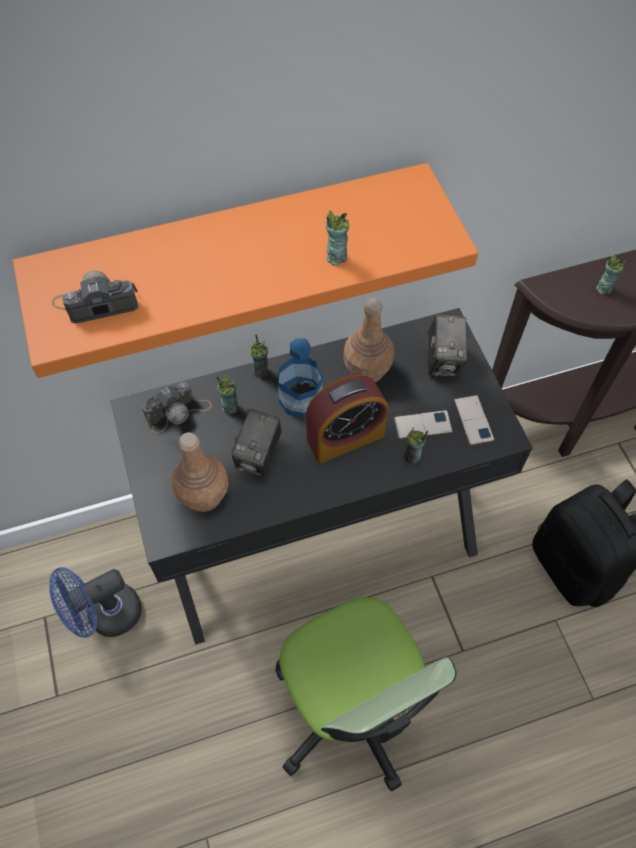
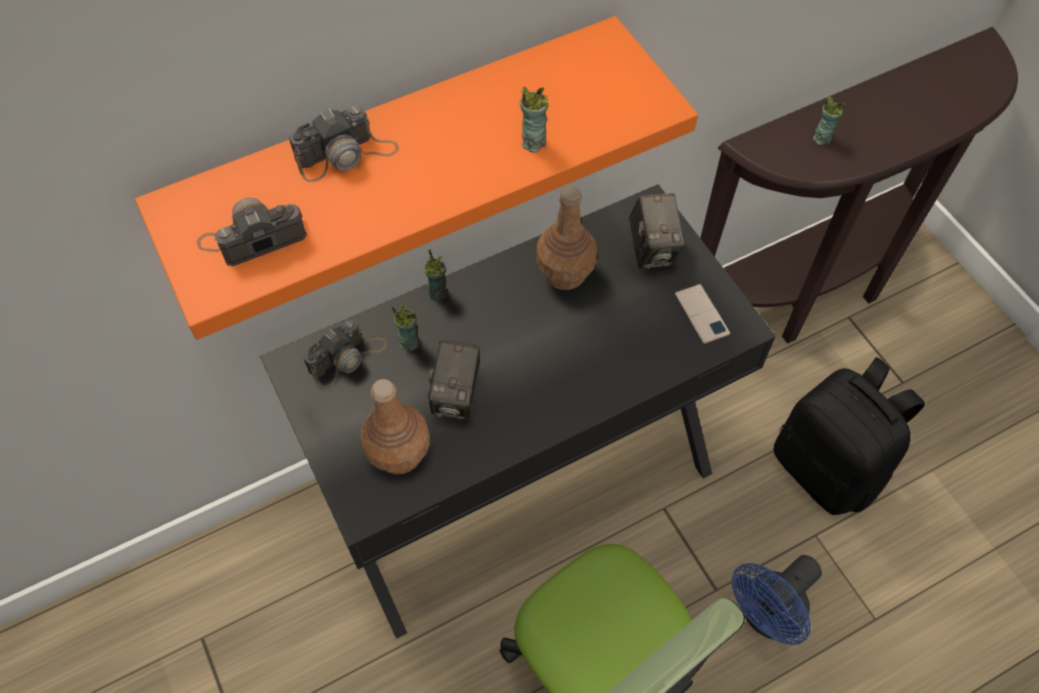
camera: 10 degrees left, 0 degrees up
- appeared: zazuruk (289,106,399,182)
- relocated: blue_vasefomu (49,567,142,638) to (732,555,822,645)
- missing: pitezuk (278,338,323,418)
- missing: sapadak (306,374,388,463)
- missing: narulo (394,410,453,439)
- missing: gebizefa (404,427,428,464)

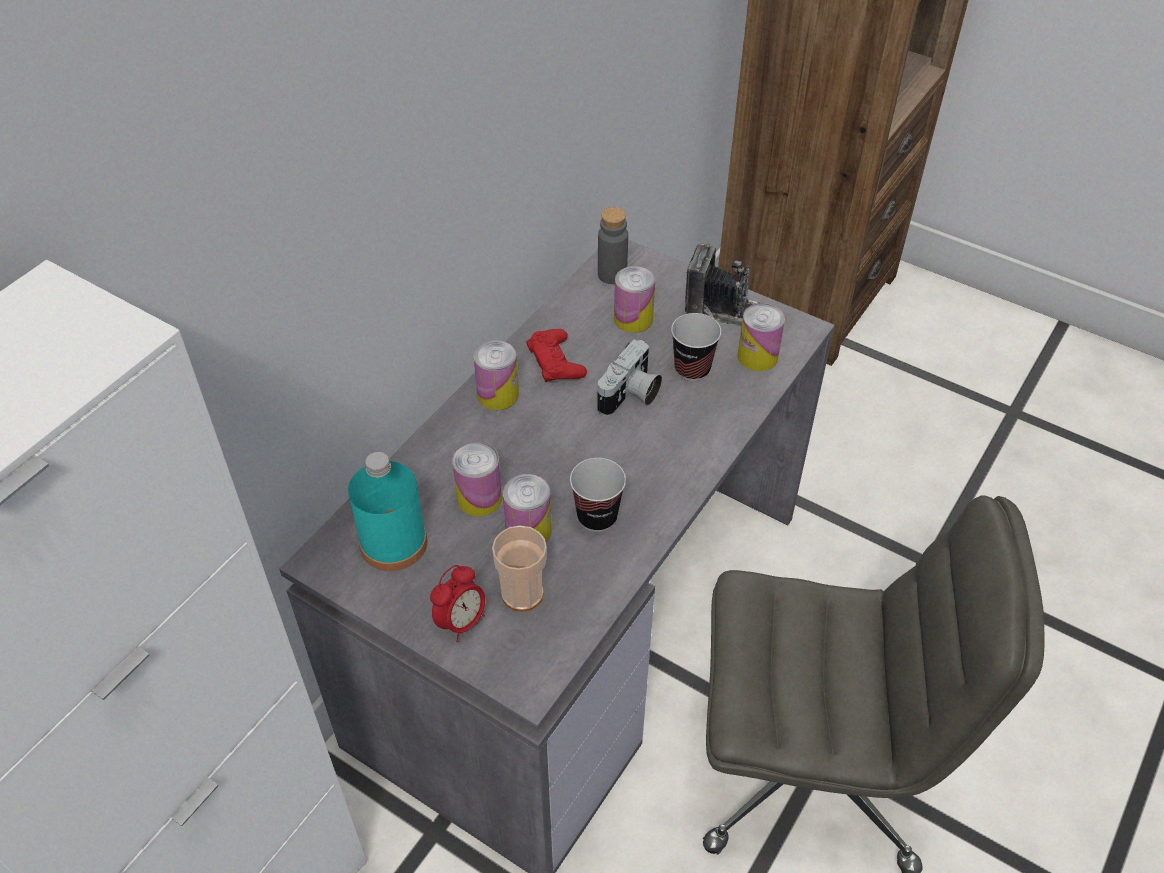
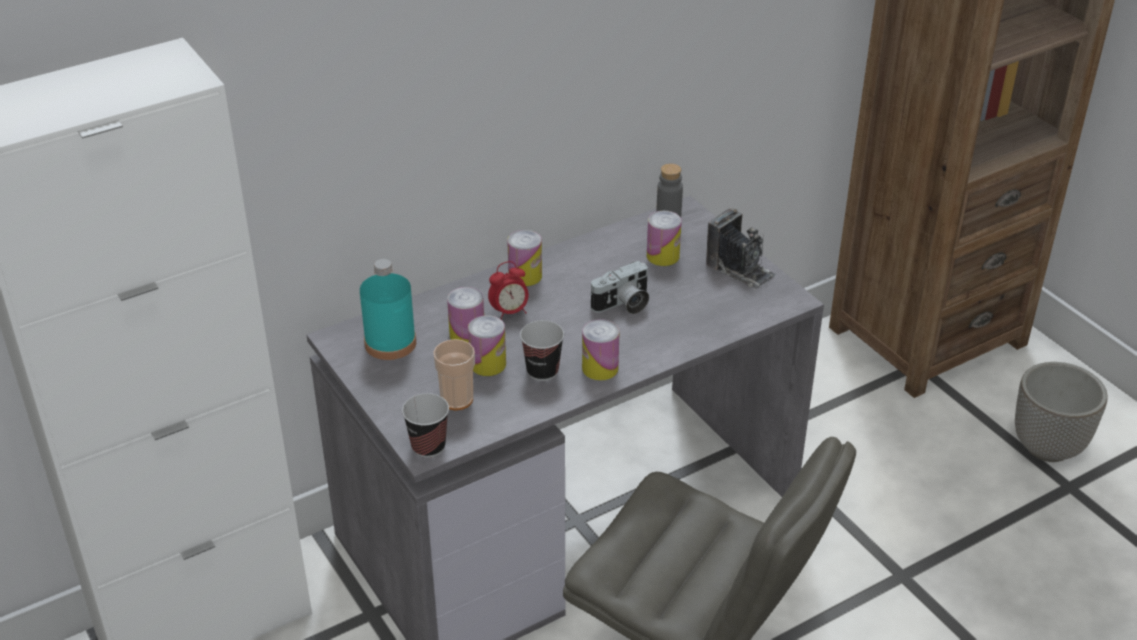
camera: 25 degrees right, 10 degrees down
- relocated: gebizefa (671,313,721,381) to (402,393,449,458)
- relocated: sapadak (430,565,485,642) to (488,261,529,319)
- relocated: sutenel (738,303,785,371) to (582,319,620,381)
- appeared: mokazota (1015,362,1108,462)
- missing: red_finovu (526,329,587,382)

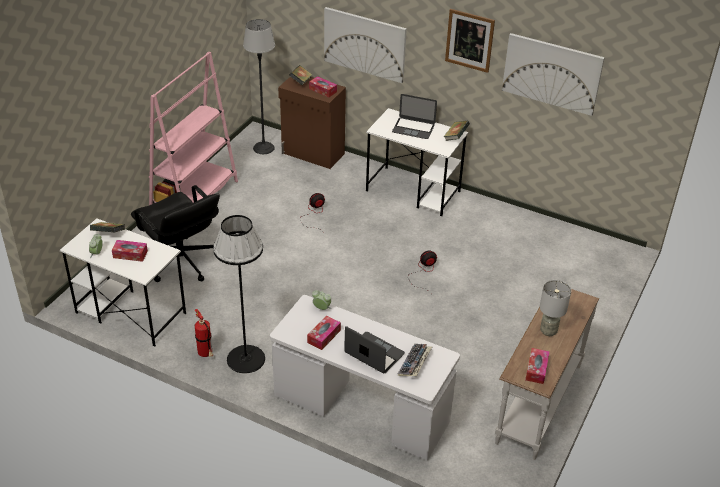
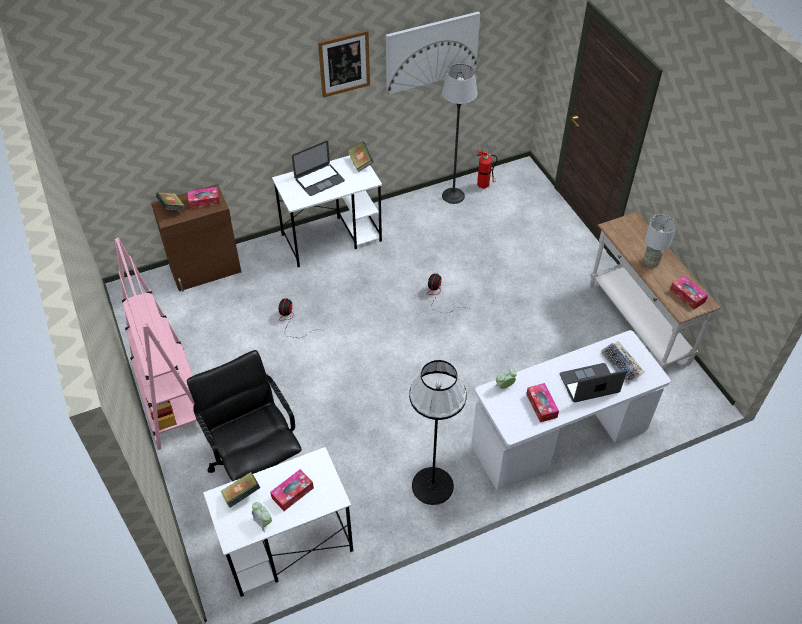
camera: 50 degrees left, 10 degrees up
- spun: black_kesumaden (131,185,220,282) = (187,350,302,482) 120 degrees counterclockwise
- relocated: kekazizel (243,19,275,154) to (442,64,477,204)
- relocated: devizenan (195,309,213,357) to (477,149,498,189)
- missing: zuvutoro (324,7,407,83)

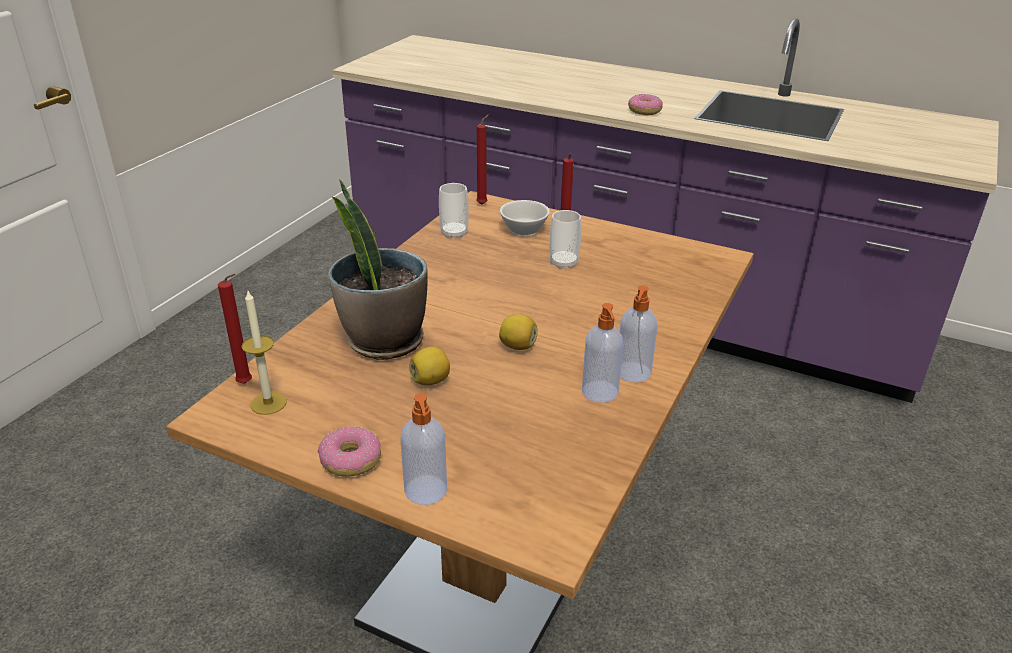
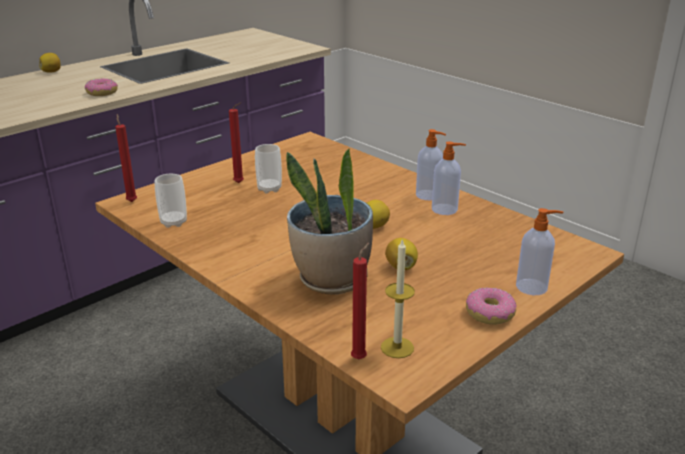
camera: 70 degrees left, 5 degrees down
- appeared: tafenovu (39,53,61,73)
- missing: white_gebizefa (500,200,550,237)

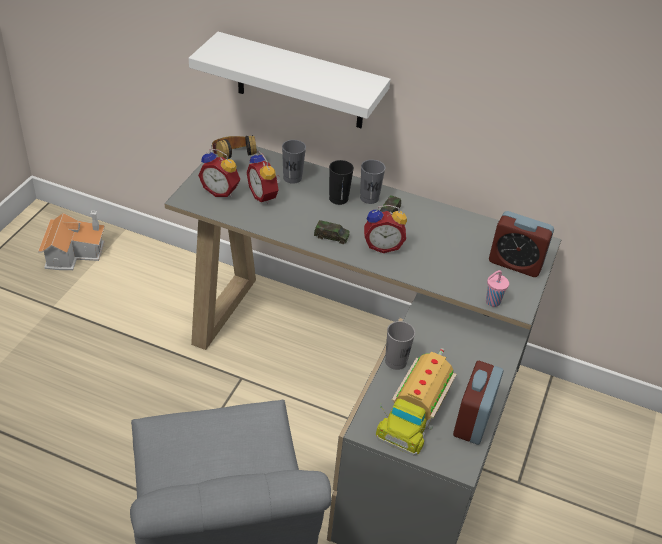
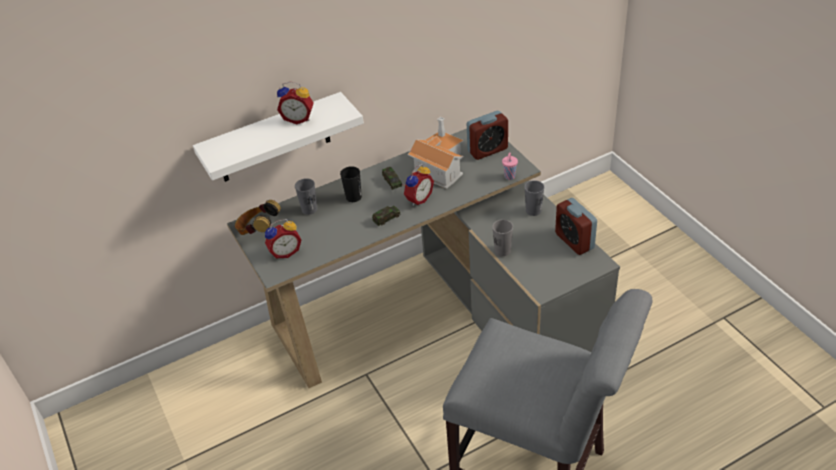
camera: 45 degrees left, 0 degrees up
- relocated: sapadak (246,151,281,204) to (277,82,314,124)
- relocated: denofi (38,211,105,270) to (408,117,464,189)
- relocated: grey_gebizefa (360,160,385,204) to (524,180,544,216)
- missing: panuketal (376,348,457,456)

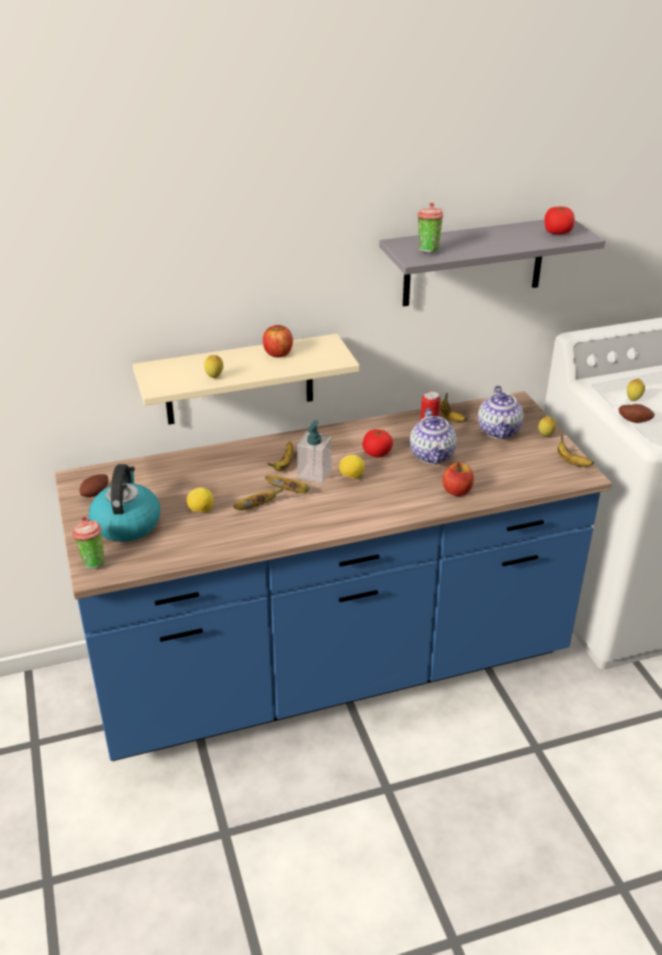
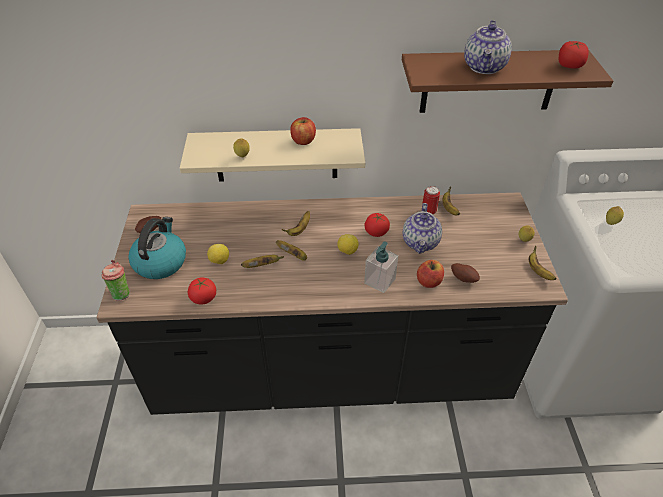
camera: 15 degrees right, 10 degrees up
- colour: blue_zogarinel (55,391,612,761) to black_zogarinel (96,192,568,415)
- appeared: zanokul (188,277,216,305)
- relocated: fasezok (297,420,332,483) to (364,242,398,293)
- colour: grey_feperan (379,220,605,306) to brown_feperan (402,50,613,113)
- relocated: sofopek (618,404,655,423) to (451,263,480,283)
- relocated: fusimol (478,386,524,439) to (464,20,512,74)
- missing: gebizefa (417,202,443,253)

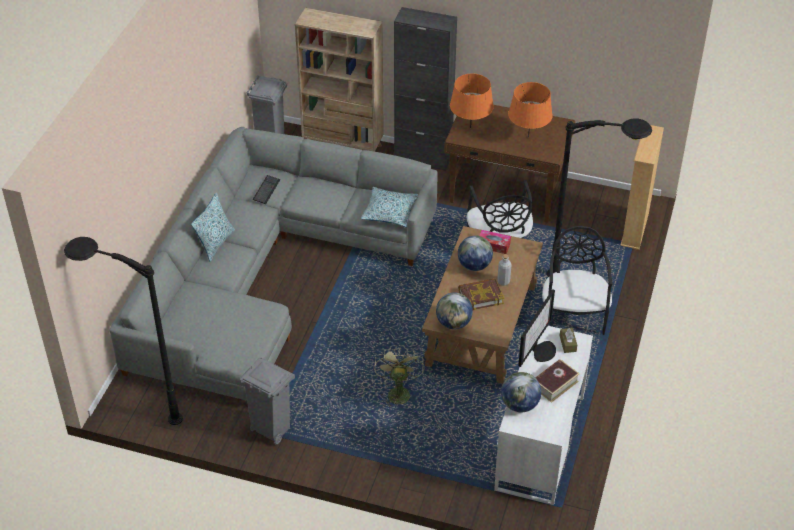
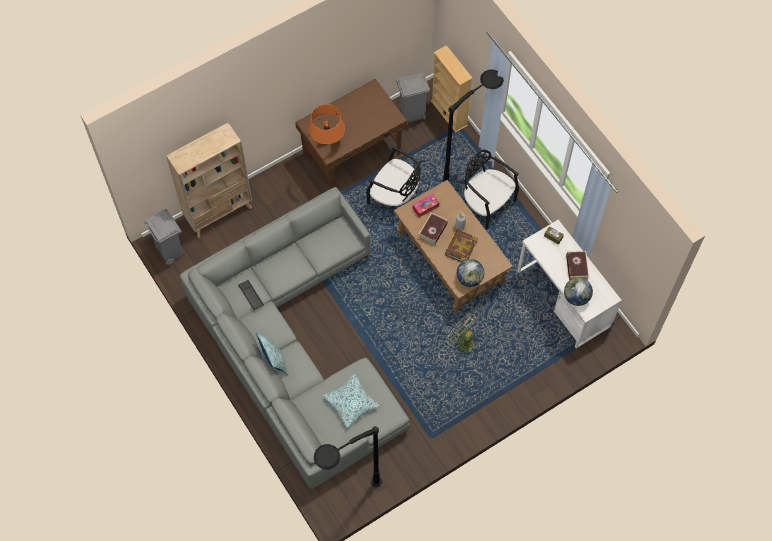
camera: 50 degrees left, 20 degrees up
- relocated: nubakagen (361,187,418,227) to (322,374,380,427)
- relocated: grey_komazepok (240,358,295,445) to (396,72,430,123)
- exchanged: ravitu (458,236,493,271) to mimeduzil (419,213,448,246)
- missing: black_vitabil (394,7,457,171)
- missing: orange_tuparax (508,82,553,138)
- missing: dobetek (518,289,556,367)

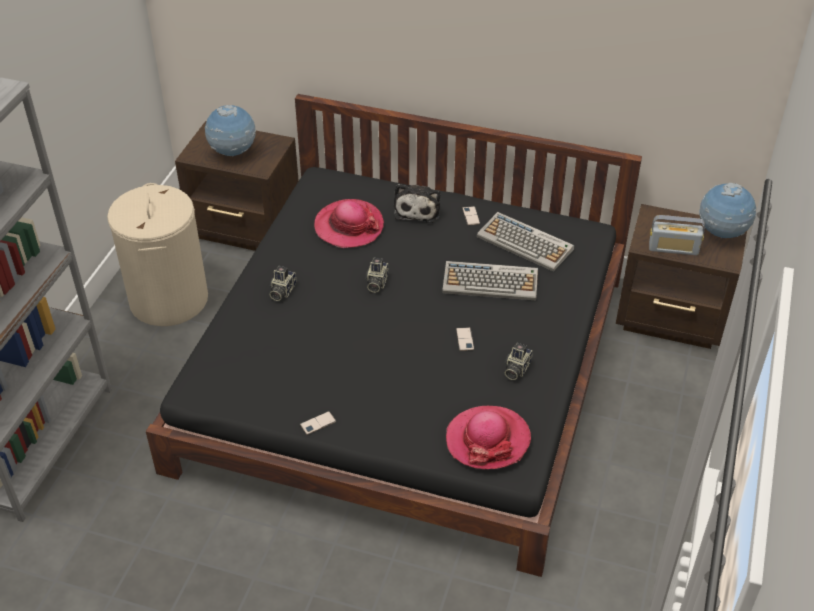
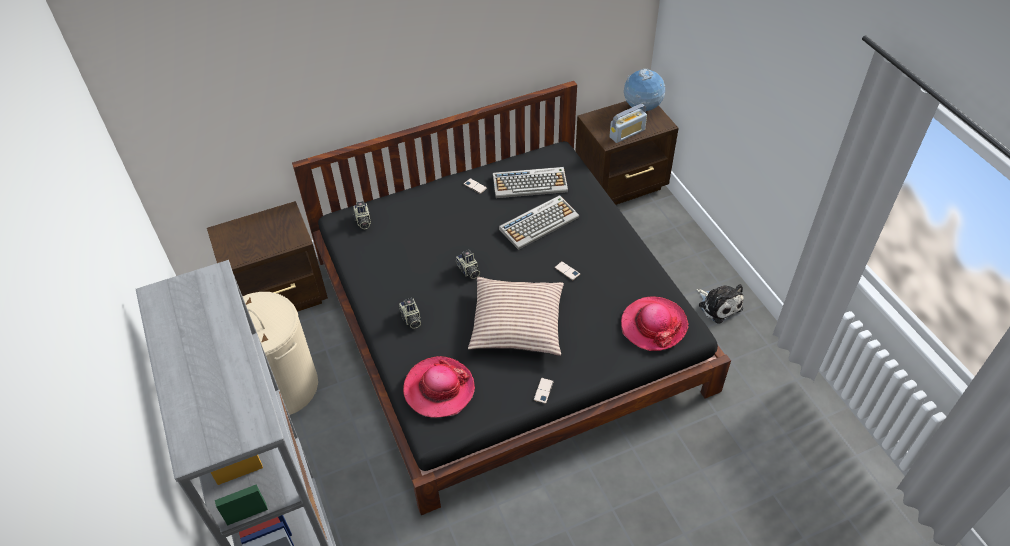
camera: 40 degrees left, 5 degrees up
- relocated: zazuruk (505,343,533,380) to (353,201,371,229)
- relocated: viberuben (314,199,384,248) to (403,356,475,418)
- appeared: nubakagen (468,277,564,356)
- relocated: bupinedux (394,184,440,223) to (697,284,744,324)
- missing: ravitu (205,105,256,156)

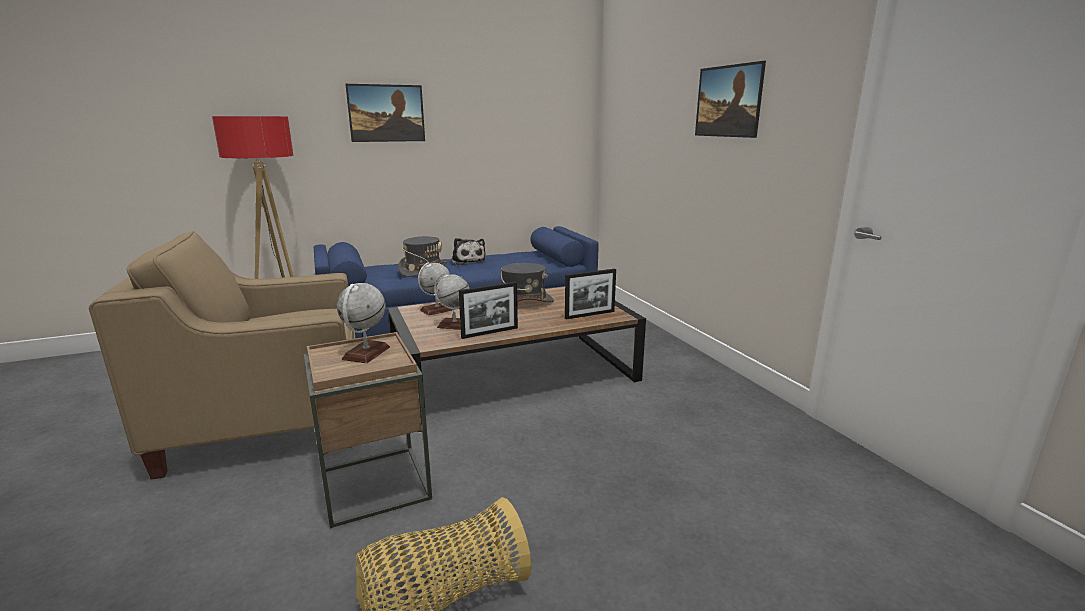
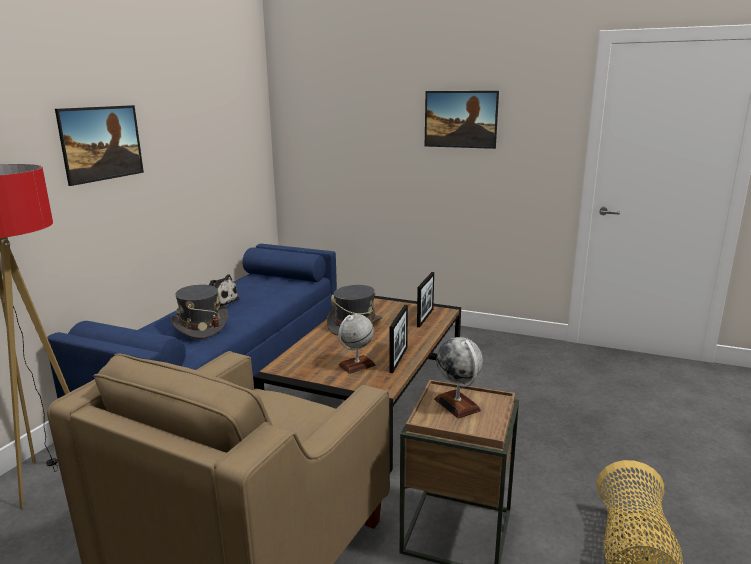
camera: 45 degrees left, 0 degrees up
- missing: ravitu (418,262,453,316)

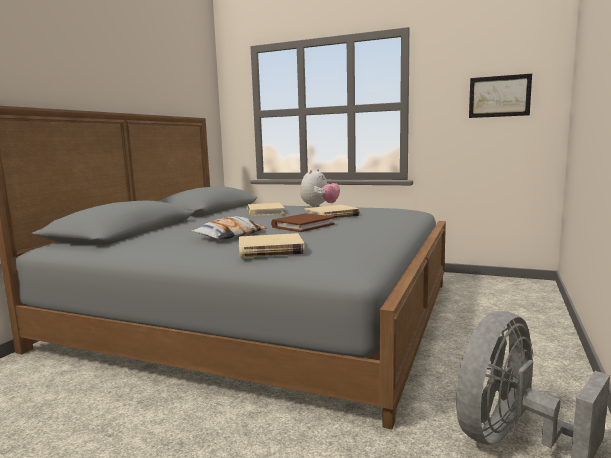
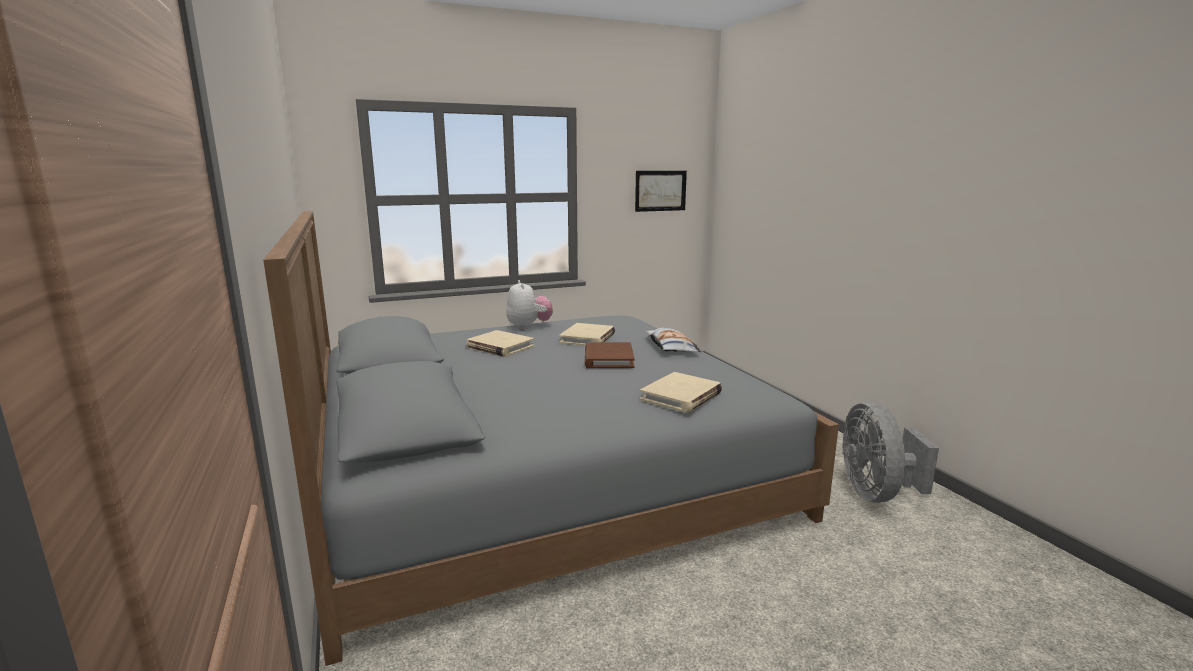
camera: 45 degrees left, 5 degrees up
- relocated: nubakagen (191,216,267,240) to (646,328,701,352)

